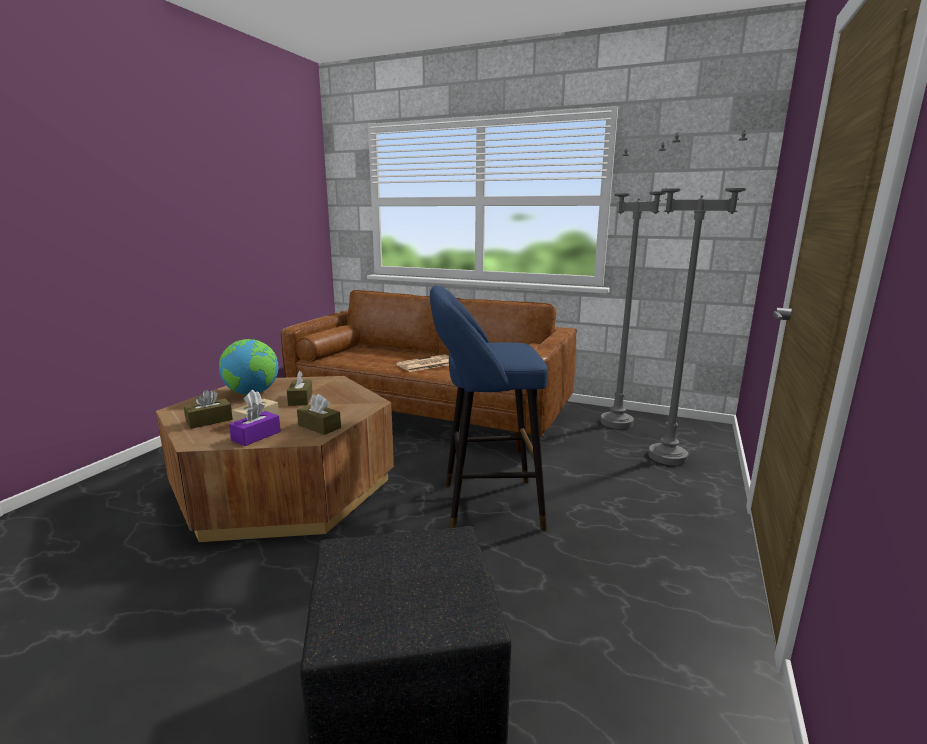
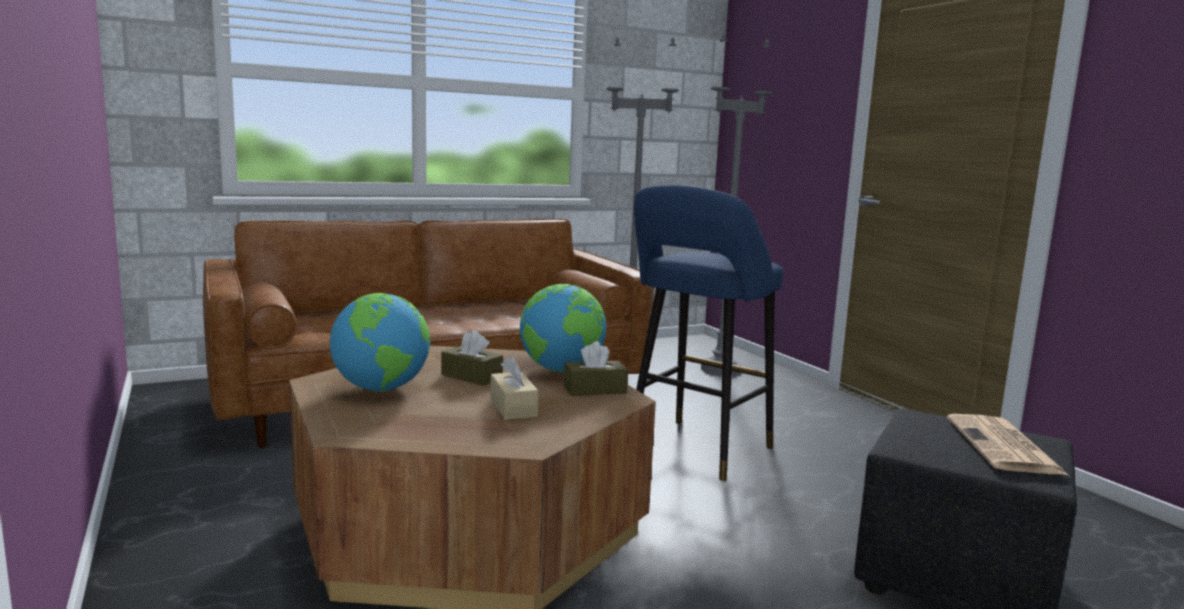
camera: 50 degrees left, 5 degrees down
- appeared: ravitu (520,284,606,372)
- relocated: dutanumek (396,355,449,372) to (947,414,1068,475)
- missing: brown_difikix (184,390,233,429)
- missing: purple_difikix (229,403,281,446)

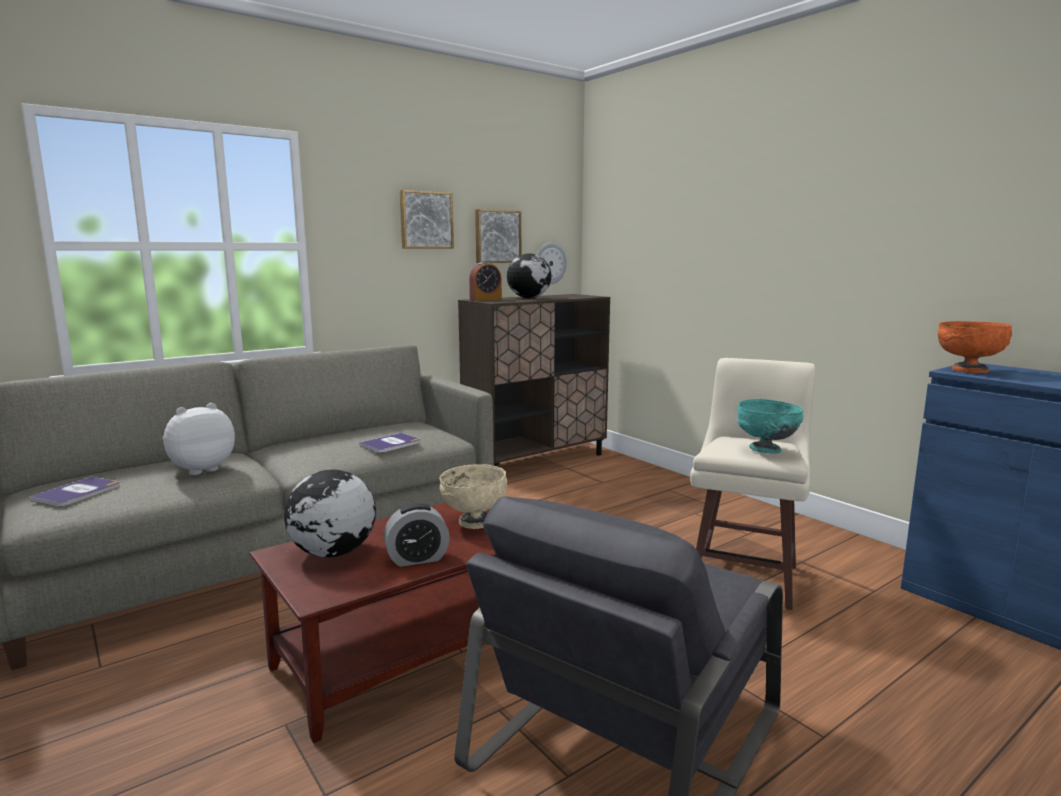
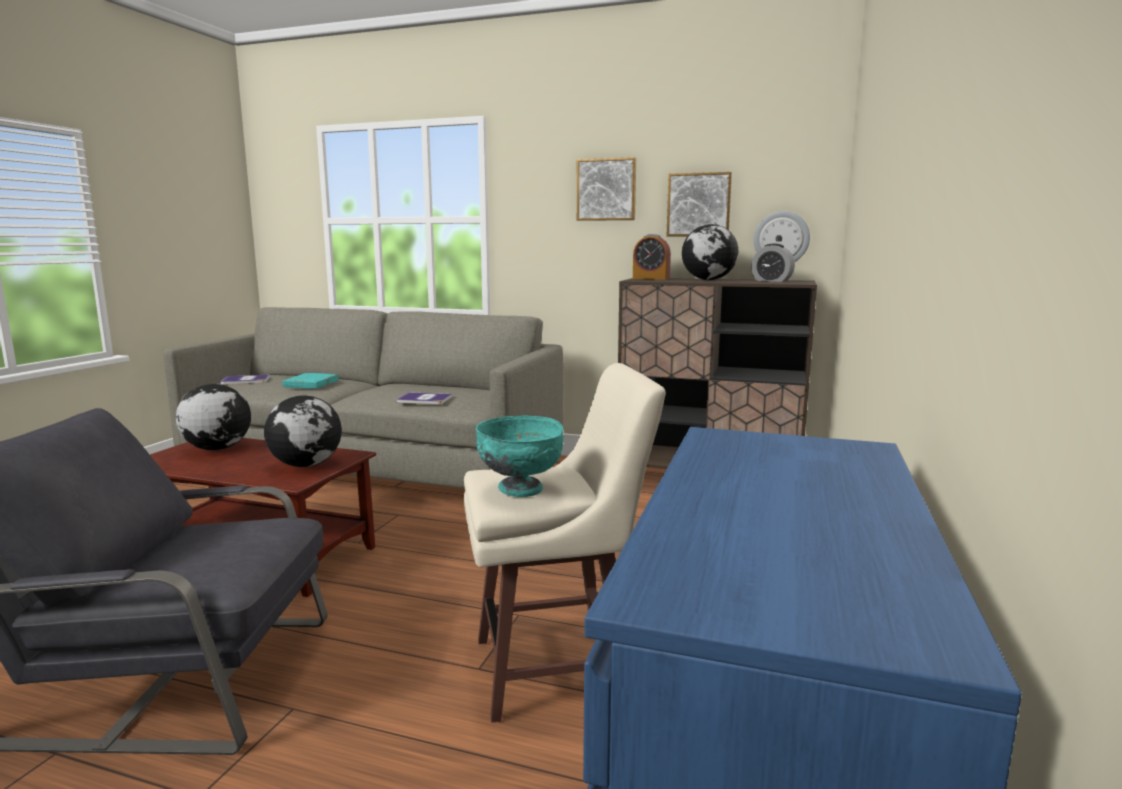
camera: 55 degrees right, 0 degrees up
- exchanged: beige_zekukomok (439,464,507,529) to ravitu (264,395,342,467)
- exchanged: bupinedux (162,403,235,475) to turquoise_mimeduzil (282,373,338,389)
- relocated: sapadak (384,503,450,567) to (751,244,795,282)
- missing: orange_zekukomok (938,321,1012,373)

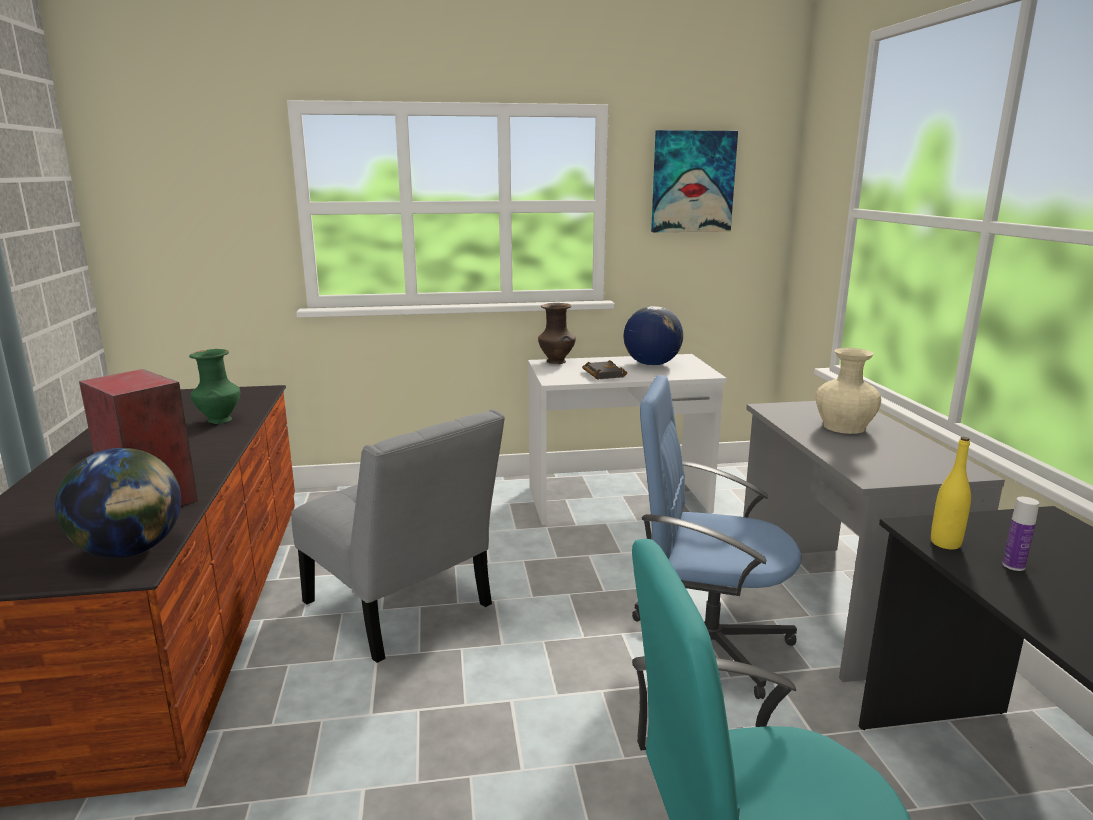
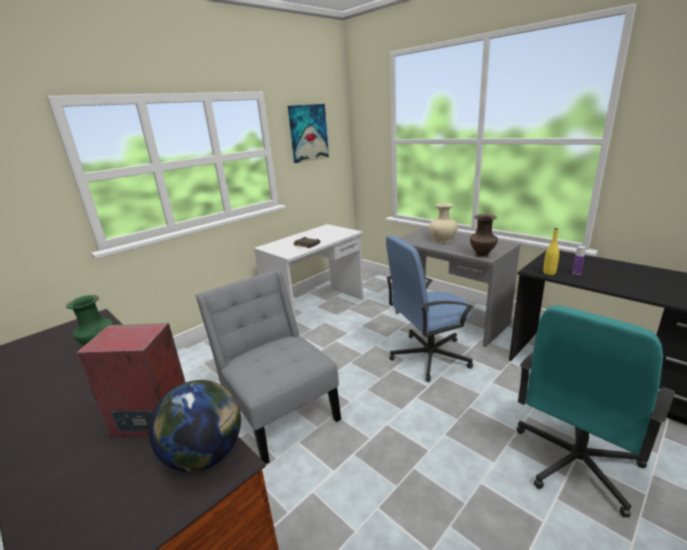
camera: 35 degrees left, 5 degrees up
- spun: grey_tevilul (291,409,505,663) = (196,270,341,464) 135 degrees counterclockwise
- relocated: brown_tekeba (538,303,576,364) to (470,214,498,257)
- missing: ravitu (624,306,683,366)

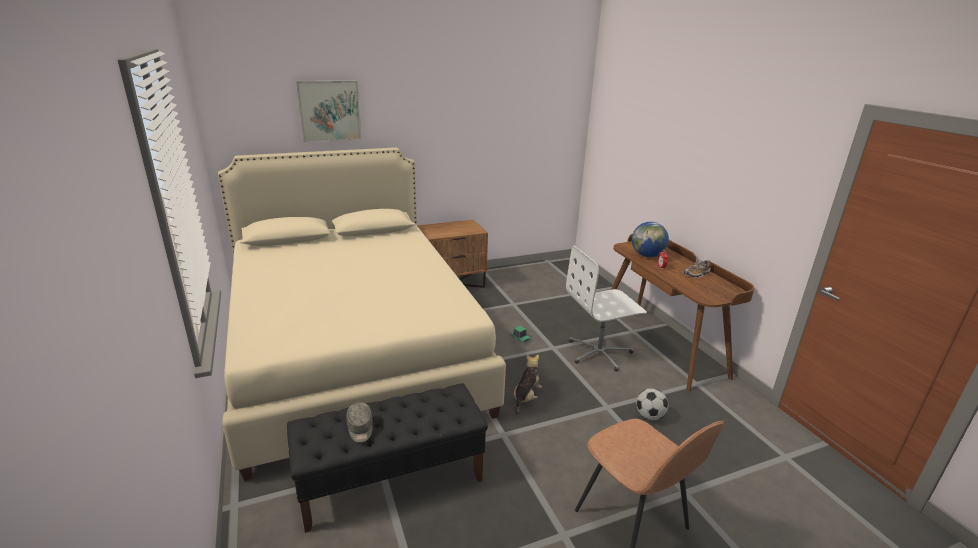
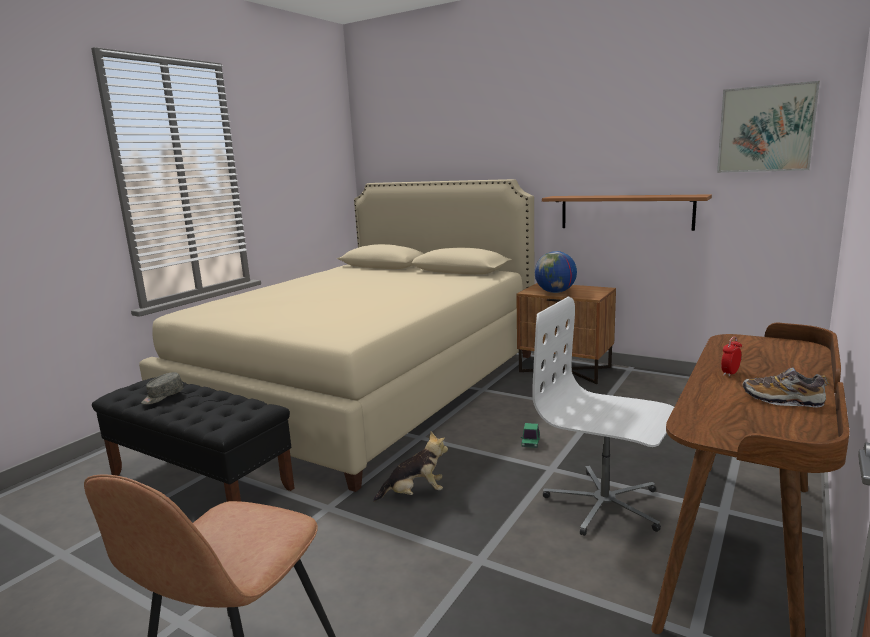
camera: 55 degrees right, 10 degrees down
- relocated: ravitu (632,222,669,257) to (535,251,577,293)
- appeared: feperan (542,194,712,231)
- relocated: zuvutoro (296,81,362,142) to (717,81,820,173)
- missing: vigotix (636,388,668,420)

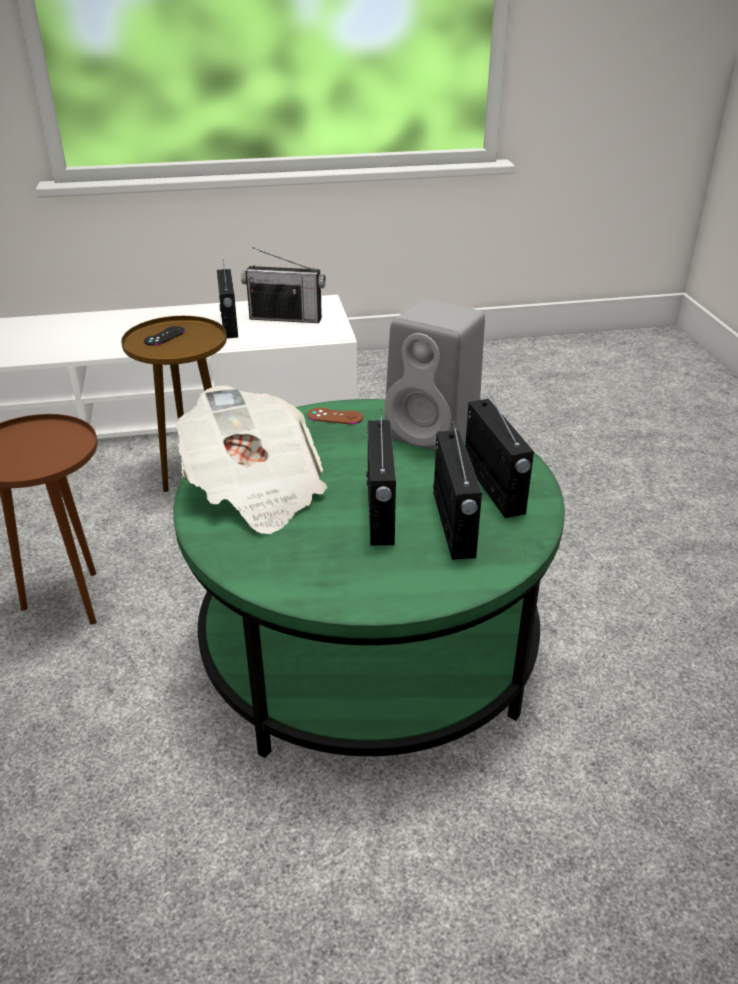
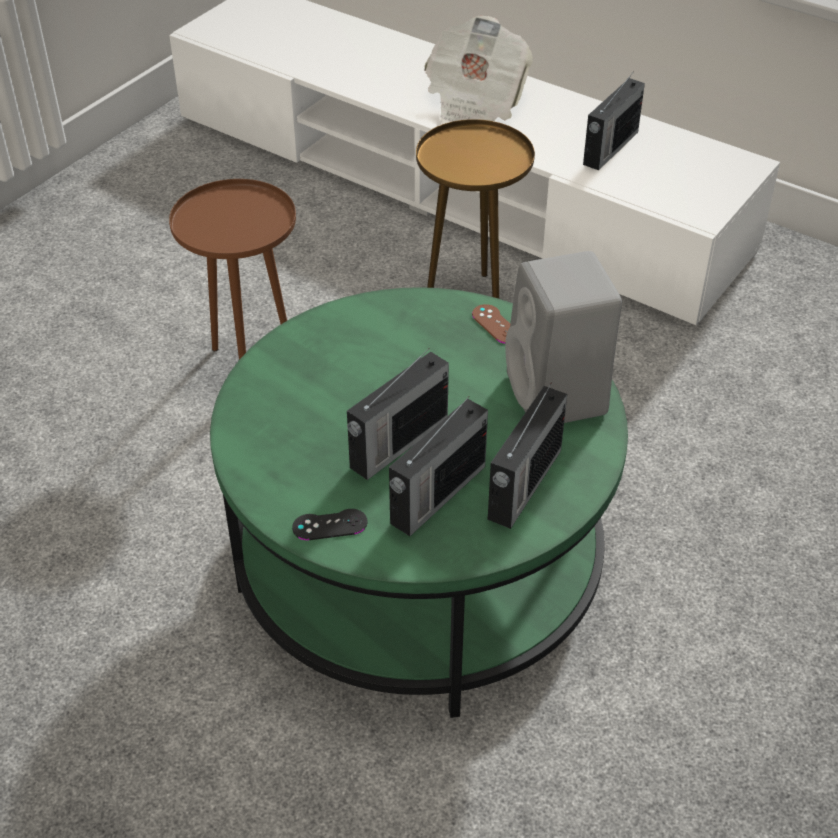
camera: 45 degrees right, 10 degrees up
- relocated: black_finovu (144,326,185,346) to (292,509,367,540)
- relocated: dutanumek (176,385,327,534) to (424,16,533,124)
- missing: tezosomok (241,247,326,323)

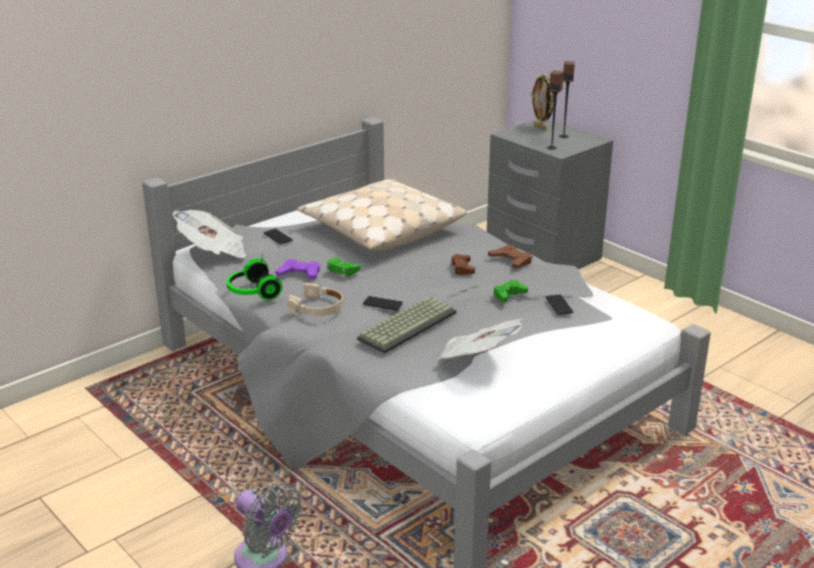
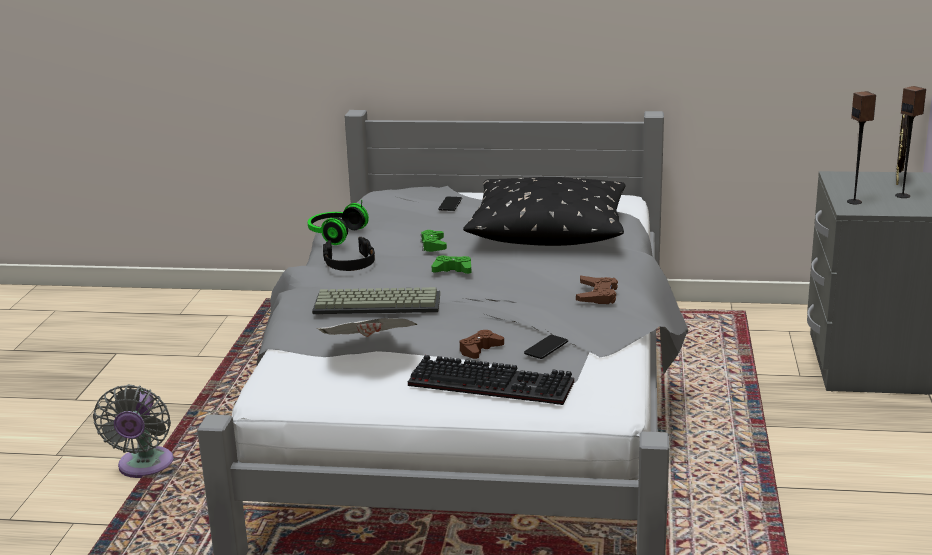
camera: 50 degrees right, 5 degrees down
- colour: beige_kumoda (287,283,343,316) to black_kumoda (323,237,375,271)
- appeared: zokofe (408,355,574,405)
- relocated: green_finovu (493,280,528,302) to (432,256,471,274)
- relocated: brown_finovu (451,254,475,275) to (459,330,504,359)
- colour: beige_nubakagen (297,179,467,251) to black_nubakagen (463,177,625,246)
- missing: dutanumek (172,210,246,258)
- missing: purple_finovu (275,259,320,280)
- missing: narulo (363,296,403,311)

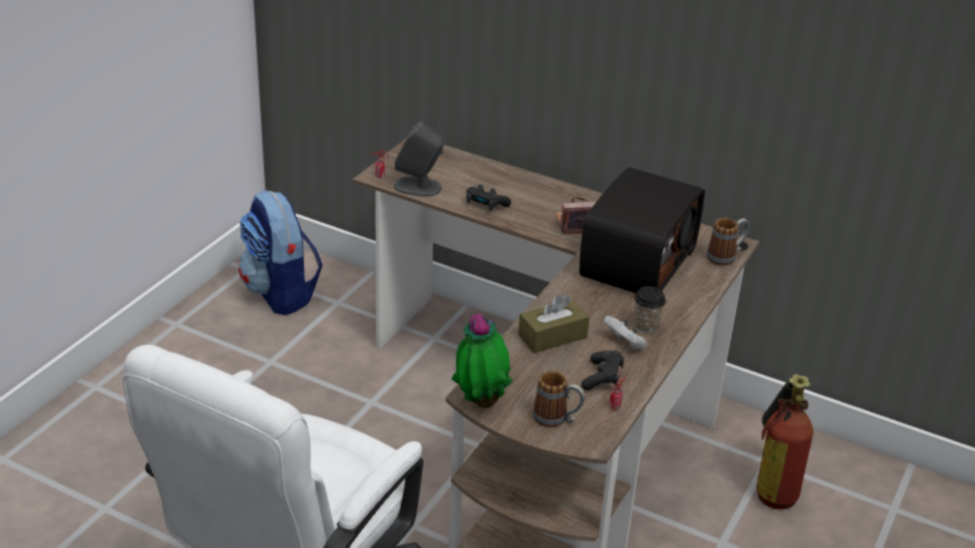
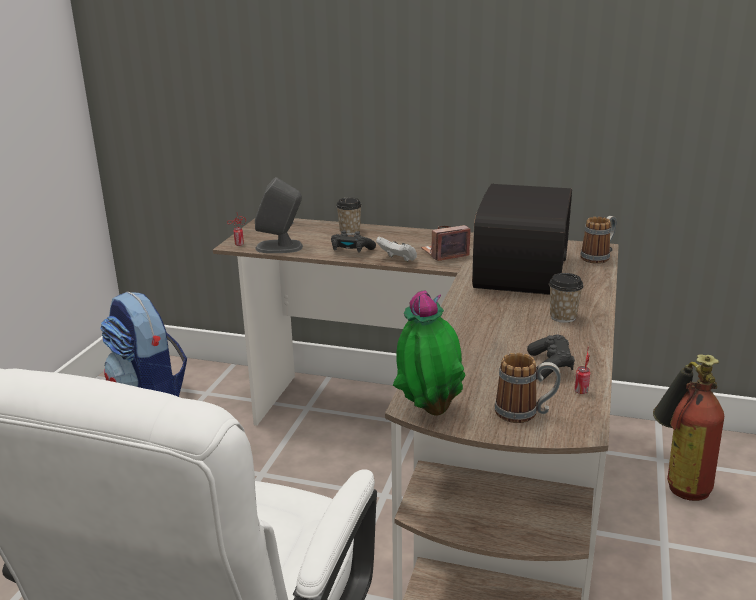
camera: 10 degrees left, 10 degrees down
- appeared: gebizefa (336,197,362,235)
- relocated: white_finovu (604,316,647,350) to (376,236,417,262)
- missing: brown_difikix (518,295,590,353)

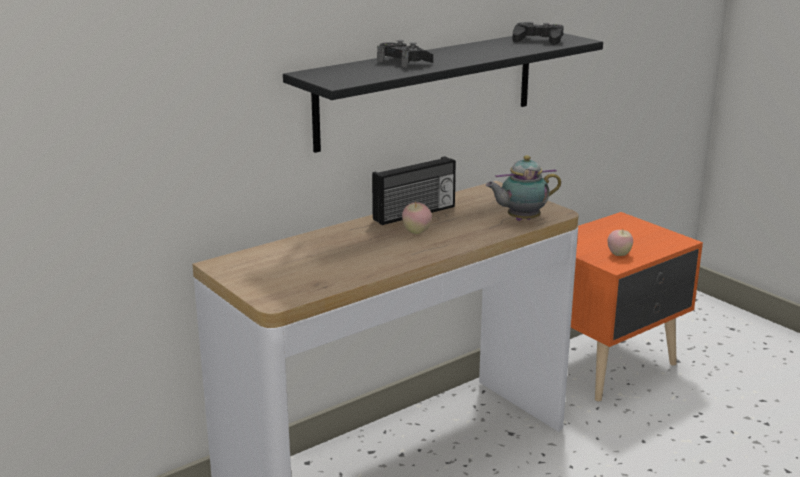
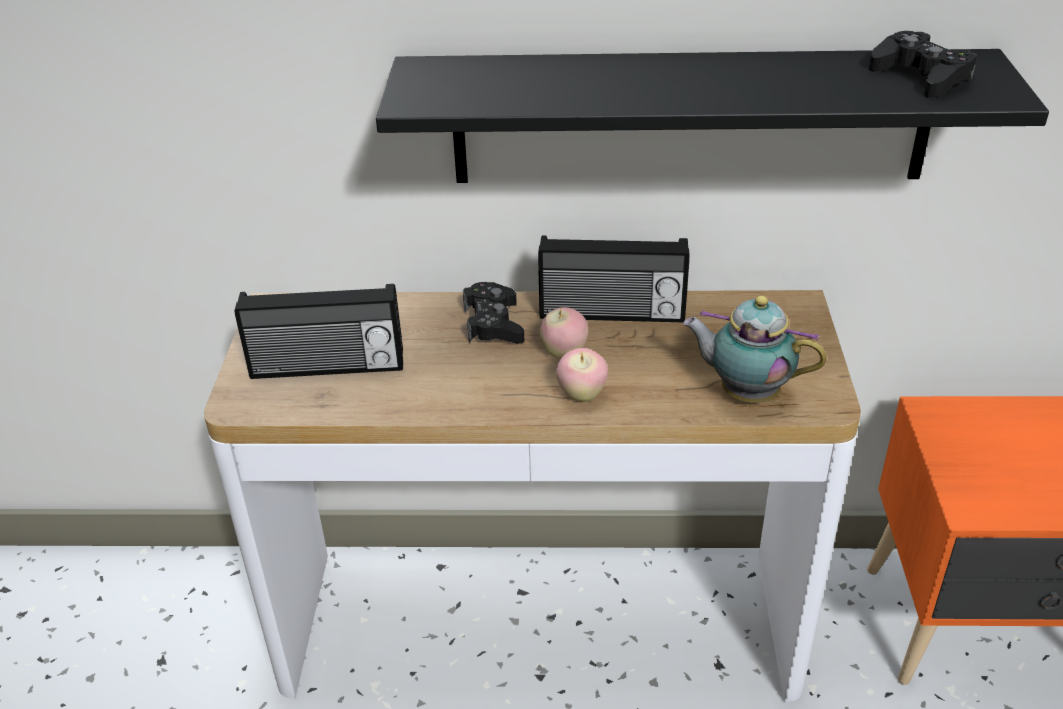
camera: 40 degrees right, 15 degrees up
- appeared: tezosomok (234,284,403,379)
- relocated: black_finovu (377,40,433,67) to (463,282,524,344)
- relocated: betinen (608,230,633,256) to (556,348,608,402)

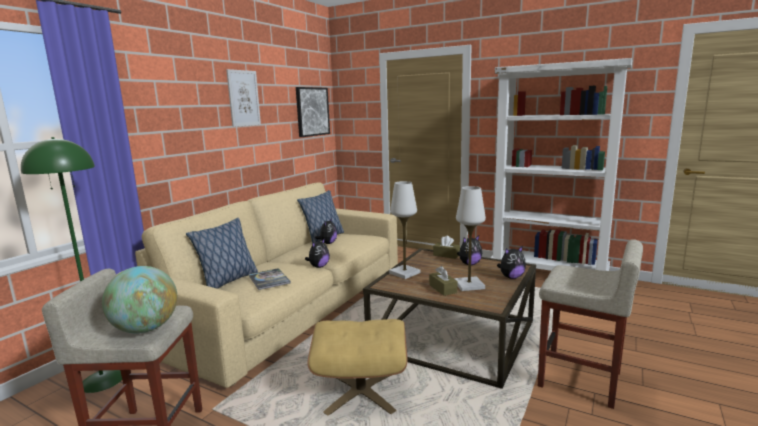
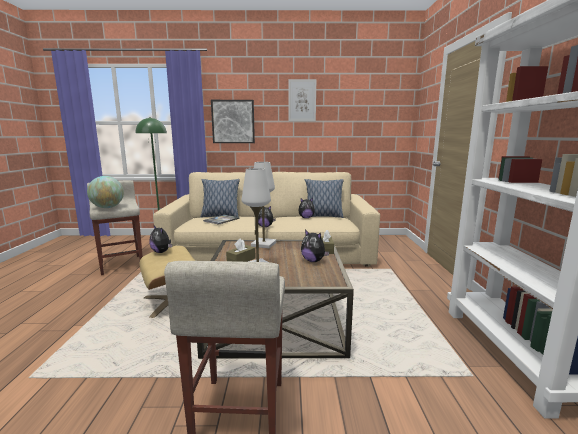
camera: 60 degrees right, 0 degrees up
- relocated: bupinedux (497,246,526,279) to (149,226,172,253)
- relocated: zuvutoro (296,87,330,137) to (211,100,255,143)

